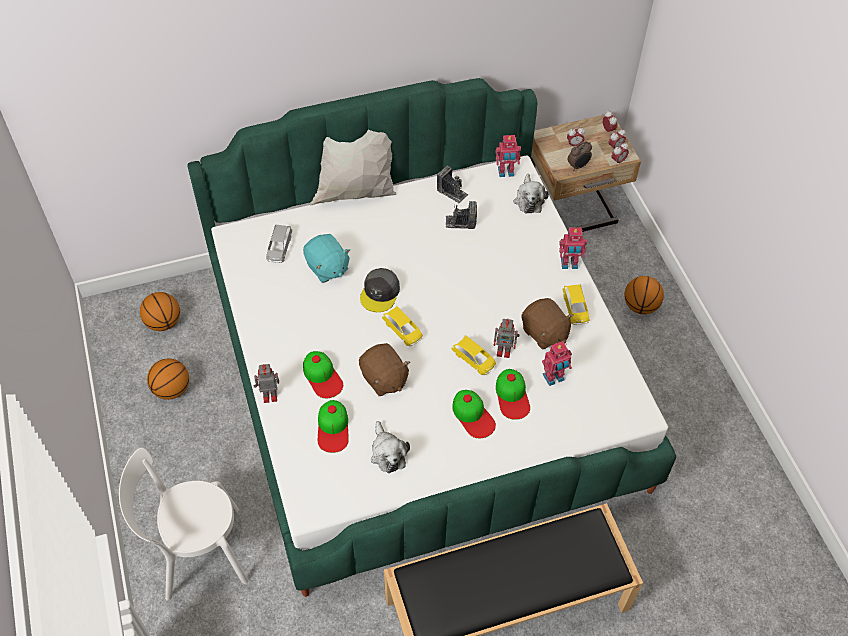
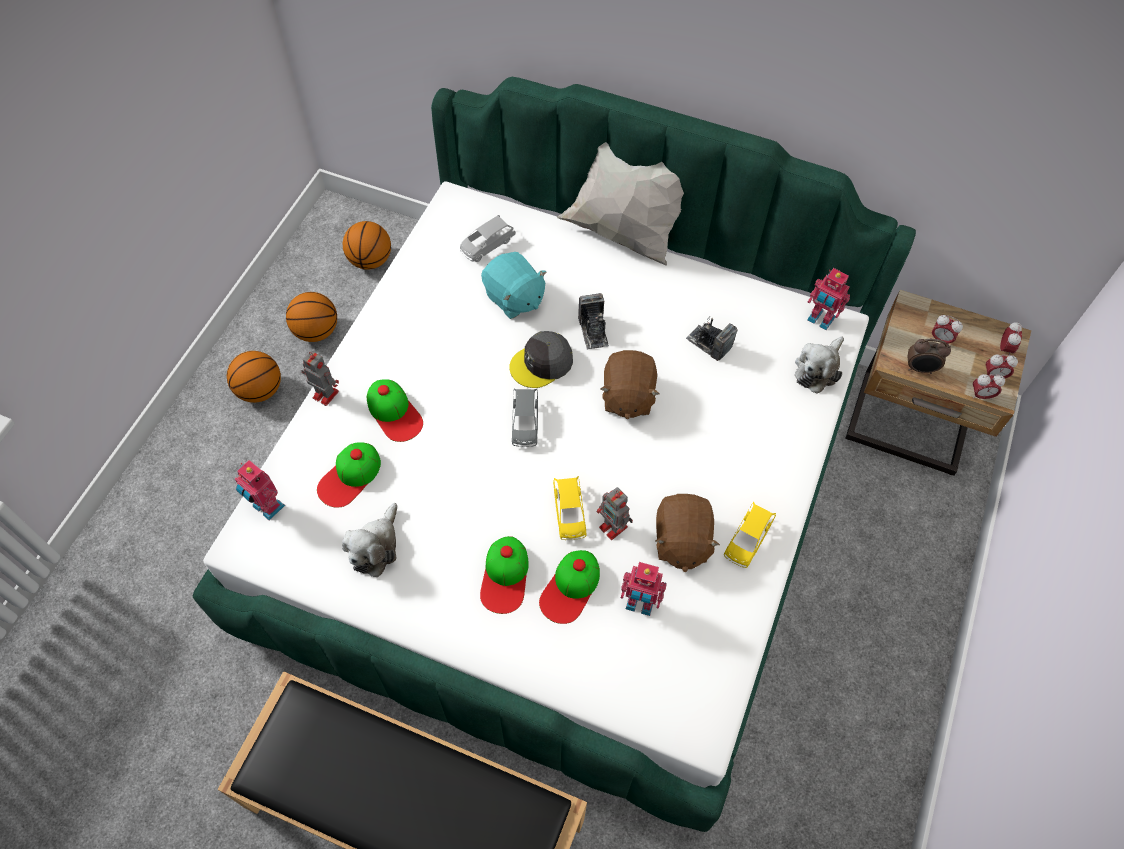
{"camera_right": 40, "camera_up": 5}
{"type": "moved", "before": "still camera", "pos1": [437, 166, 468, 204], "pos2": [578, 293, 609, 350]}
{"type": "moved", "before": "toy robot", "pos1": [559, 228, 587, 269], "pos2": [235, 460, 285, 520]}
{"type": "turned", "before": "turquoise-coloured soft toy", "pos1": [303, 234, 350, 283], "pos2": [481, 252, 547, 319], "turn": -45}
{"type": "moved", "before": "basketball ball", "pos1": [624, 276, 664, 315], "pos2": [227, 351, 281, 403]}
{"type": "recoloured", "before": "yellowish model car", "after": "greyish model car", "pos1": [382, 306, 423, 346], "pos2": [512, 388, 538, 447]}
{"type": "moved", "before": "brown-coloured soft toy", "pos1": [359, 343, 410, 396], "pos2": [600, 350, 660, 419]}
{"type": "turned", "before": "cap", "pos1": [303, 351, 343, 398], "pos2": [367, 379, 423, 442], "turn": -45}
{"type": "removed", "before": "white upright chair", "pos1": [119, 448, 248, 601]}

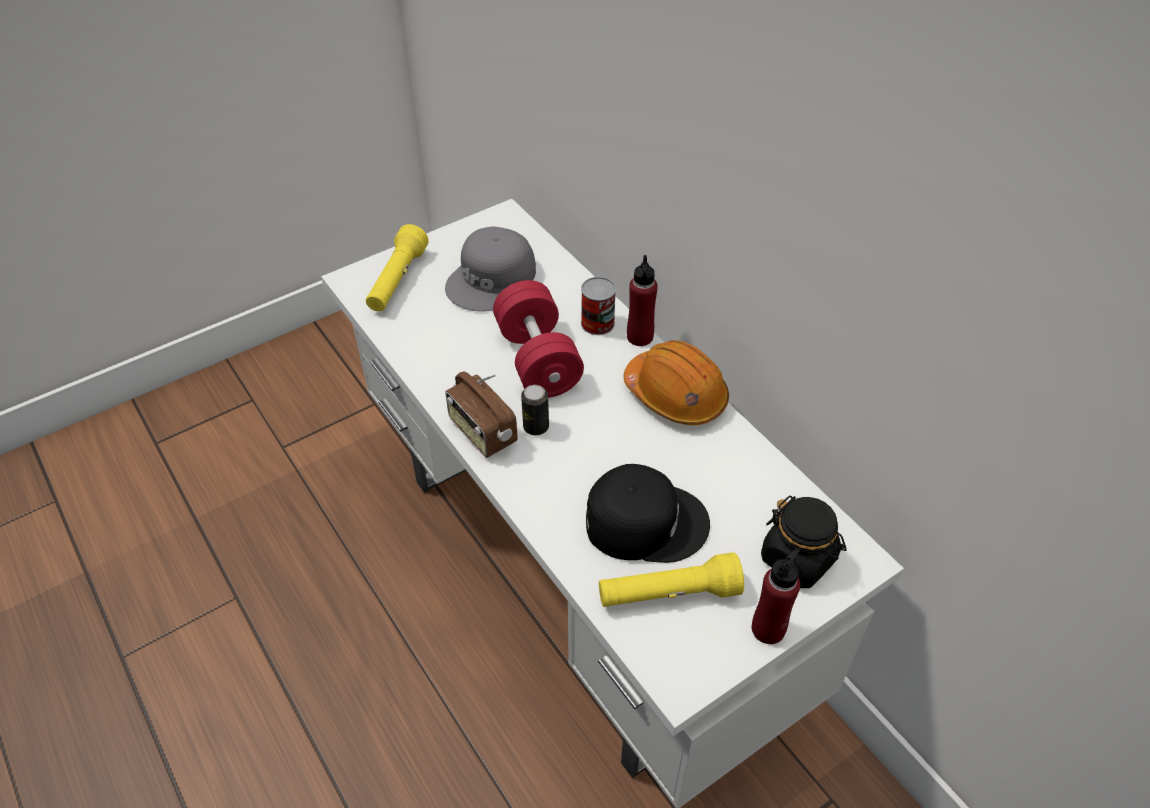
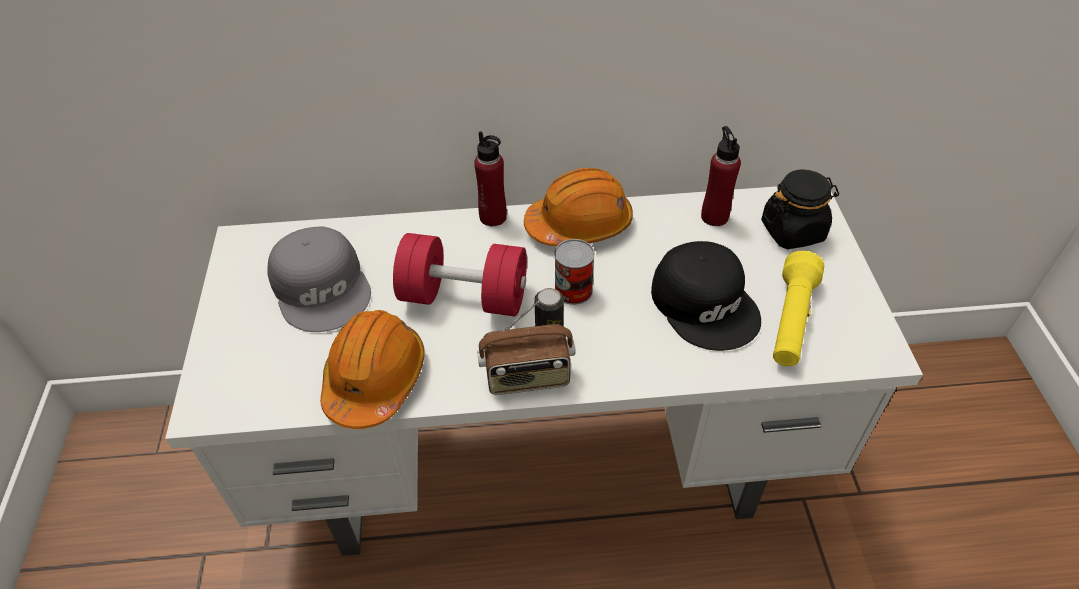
{"camera_right": -60, "camera_up": 0}
{"type": "removed", "before": "yellowish flashlight", "pos1": [366, 224, 429, 311]}
{"type": "moved", "before": "metal can", "pos1": [581, 277, 616, 335], "pos2": [555, 239, 595, 305]}
{"type": "turned", "before": "black cap", "pos1": [586, 464, 710, 563], "pos2": [651, 241, 761, 351], "turn": 120}
{"type": "moved", "before": "red-coloured beverage bottle", "pos1": [752, 548, 800, 644], "pos2": [701, 126, 741, 226]}
{"type": "added", "after": "orange-coloured hard hat", "pos2": [320, 310, 425, 429]}

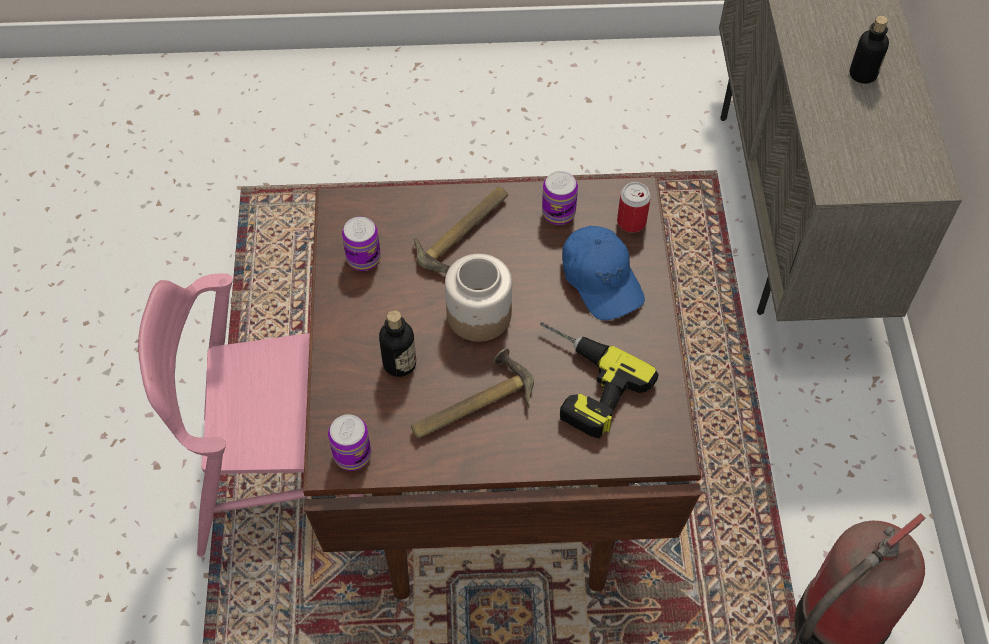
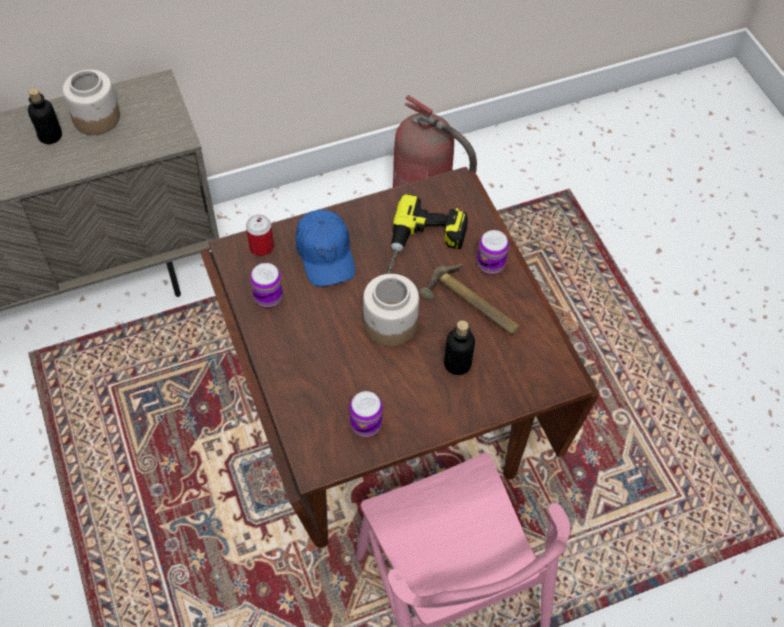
{"camera_right": -110, "camera_up": 0}
{"type": "removed", "before": "tool hammer", "pos1": [414, 187, 508, 274]}
{"type": "turned", "before": "blue cap", "pos1": [562, 226, 645, 320], "pos2": [296, 210, 355, 287], "turn": 120}
{"type": "moved", "before": "metal can", "pos1": [328, 414, 371, 471], "pos2": [477, 230, 509, 275]}
{"type": "added", "after": "storage jar", "pos2": [62, 69, 120, 135]}

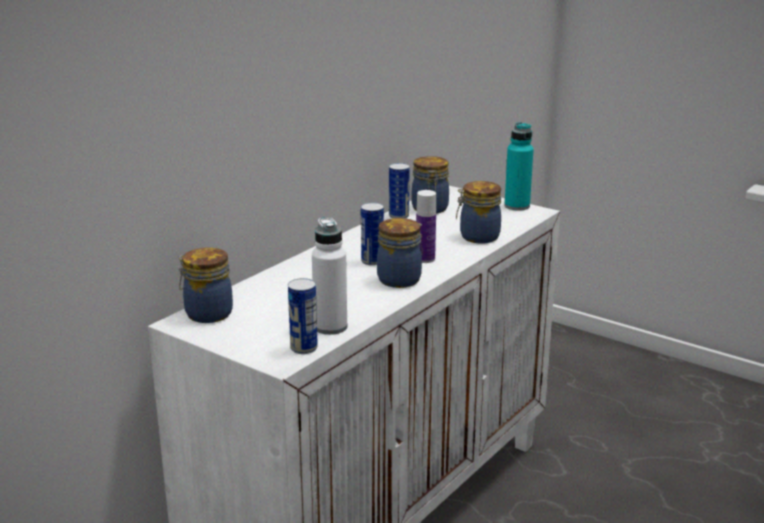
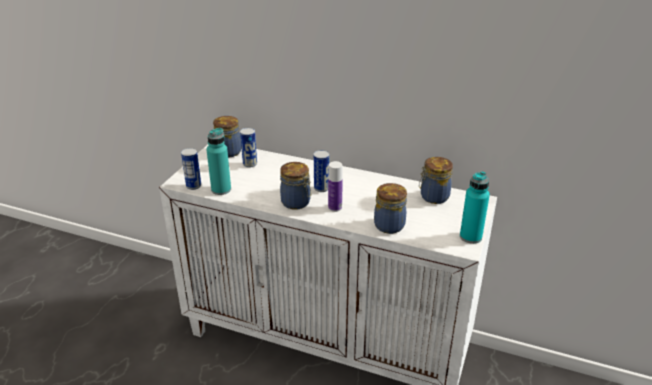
{"camera_right": 75, "camera_up": 10}
{"type": "moved", "before": "metal can", "pos1": [389, 163, 410, 218], "pos2": [240, 128, 257, 168]}
{"type": "recoloured", "before": "white beverage bottle", "after": "turquoise-coloured beverage bottle", "pos1": [312, 217, 347, 335], "pos2": [206, 128, 231, 195]}

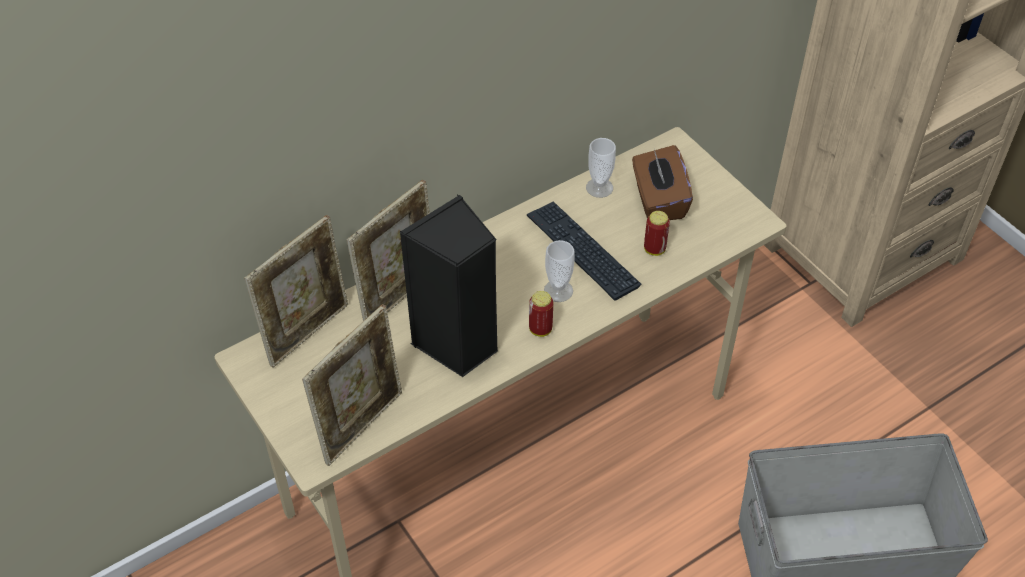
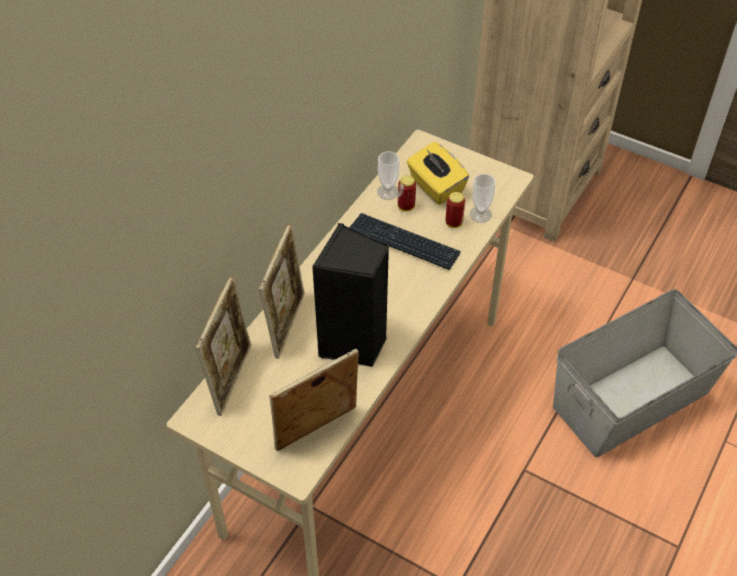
{"camera_right": -25, "camera_up": 0}
{"type": "recoloured", "before": "brown-coloured box of tissues", "after": "yellowish box of tissues", "pos1": [632, 145, 693, 220], "pos2": [406, 142, 469, 205]}
{"type": "moved", "before": "drinking cup", "pos1": [544, 240, 575, 302], "pos2": [469, 174, 496, 223]}
{"type": "moved", "before": "metal can", "pos1": [529, 291, 553, 337], "pos2": [398, 175, 416, 211]}
{"type": "turned", "before": "standing frame", "pos1": [302, 304, 402, 466], "pos2": [269, 349, 358, 451], "turn": -135}

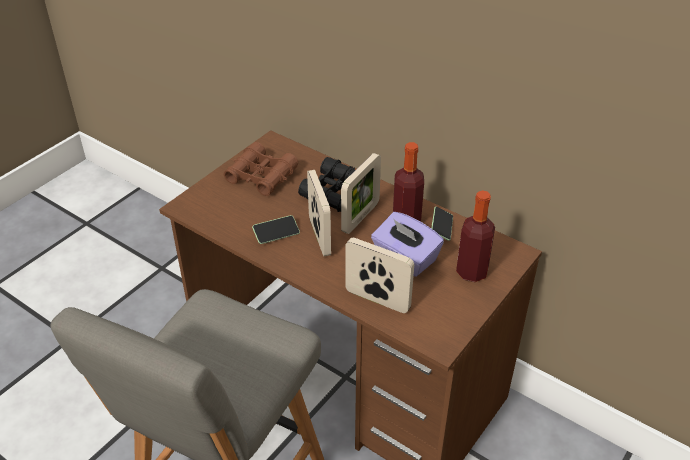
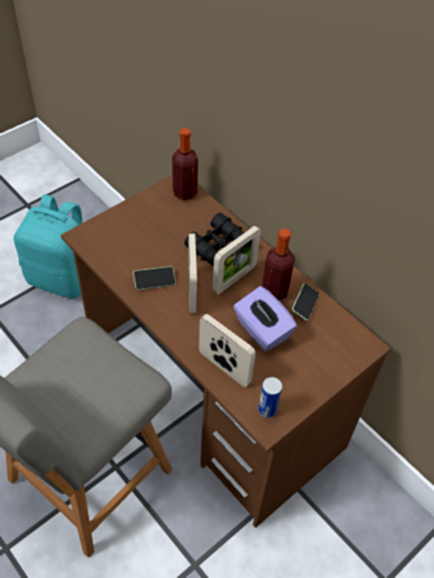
{"camera_right": 10, "camera_up": 10}
{"type": "removed", "before": "brown-coloured field glasses", "pos1": [224, 142, 298, 196]}
{"type": "moved", "before": "beverage bottle", "pos1": [456, 190, 495, 282], "pos2": [172, 128, 198, 200]}
{"type": "added", "after": "turquoise-coloured rucksack", "pos2": [14, 194, 82, 299]}
{"type": "added", "after": "metal can", "pos2": [258, 377, 282, 418]}

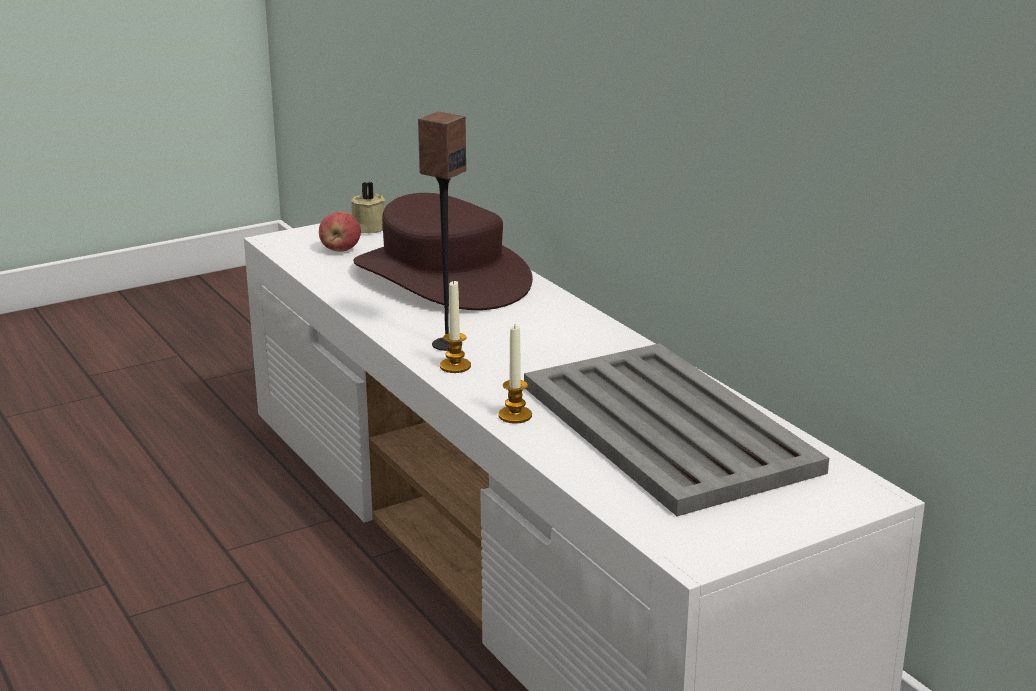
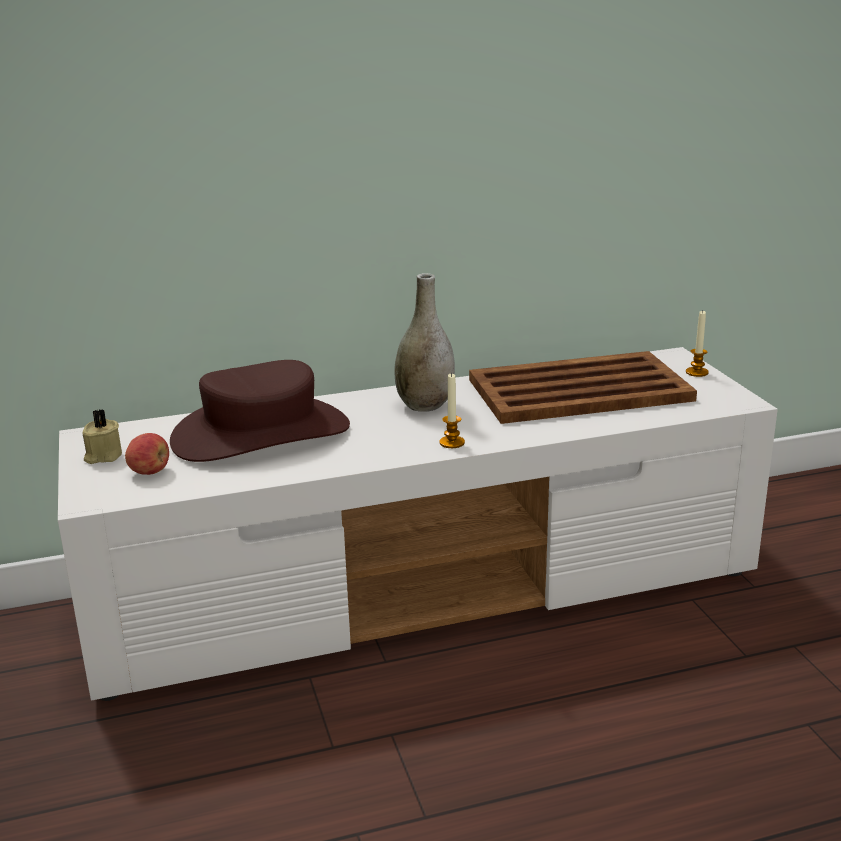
{"camera_right": -75, "camera_up": 0}
{"type": "removed", "before": "speaker", "pos1": [418, 112, 466, 351]}
{"type": "moved", "before": "candle", "pos1": [498, 326, 532, 424], "pos2": [686, 311, 709, 377]}
{"type": "recoloured", "before": "greyish carrying tray", "after": "brown-coloured carrying tray", "pos1": [524, 343, 829, 516], "pos2": [469, 351, 697, 424]}
{"type": "added", "after": "greyish flower vase", "pos2": [394, 273, 455, 412]}

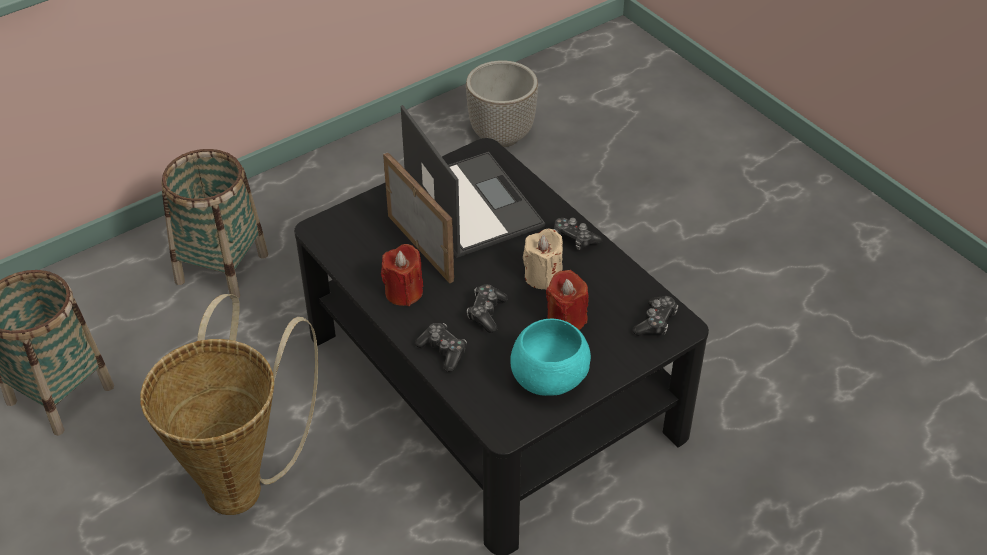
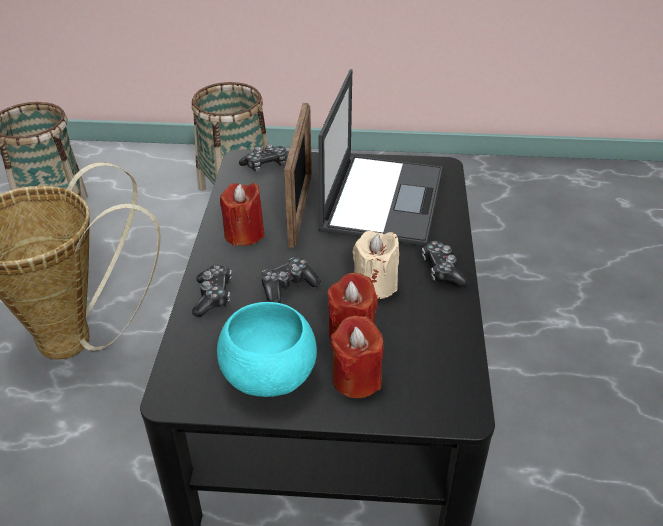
{"camera_right": 40, "camera_up": -5}
{"type": "removed", "before": "planter", "pos1": [466, 60, 538, 147]}
{"type": "moved", "before": "gamepad", "pos1": [632, 296, 678, 336], "pos2": [239, 144, 287, 172]}
{"type": "added", "after": "red-coloured candle", "pos2": [330, 315, 383, 398]}

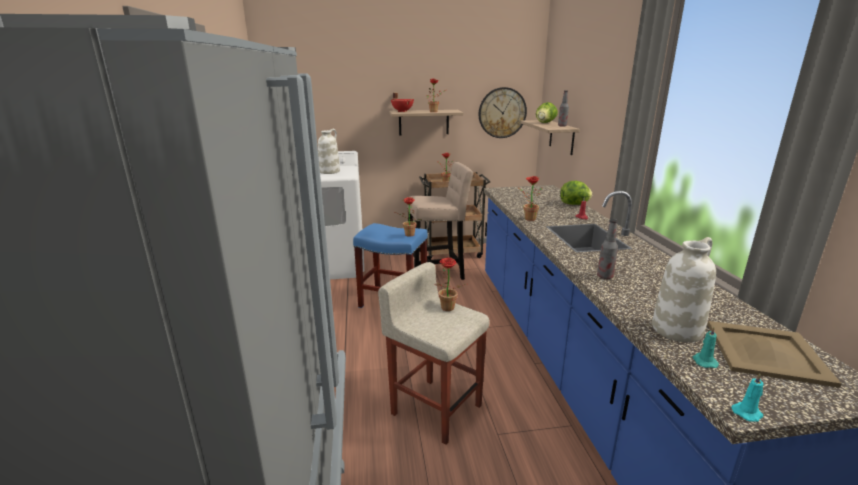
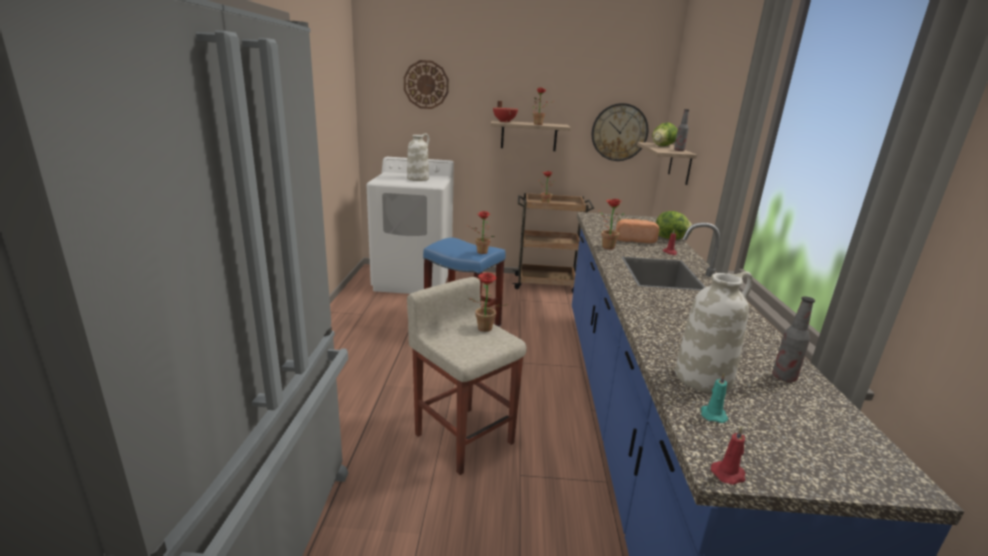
{"camera_right": 10, "camera_up": 0}
{"type": "removed", "before": "beige sitting stool", "pos1": [408, 162, 473, 280]}
{"type": "moved", "before": "beverage bottle", "pos1": [597, 219, 618, 279], "pos2": [772, 296, 815, 382]}
{"type": "removed", "before": "beige carrying tray", "pos1": [707, 321, 842, 388]}
{"type": "recoloured", "before": "turquoise-coloured candle", "after": "red-coloured candle", "pos1": [731, 373, 764, 422], "pos2": [711, 427, 745, 485]}
{"type": "added", "after": "hanging clock", "pos2": [404, 60, 449, 109]}
{"type": "added", "after": "baked bread", "pos2": [616, 219, 659, 243]}

